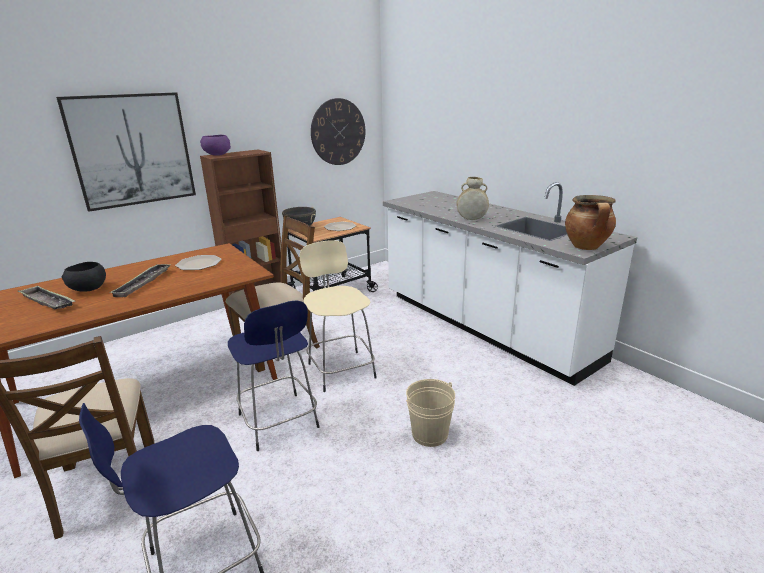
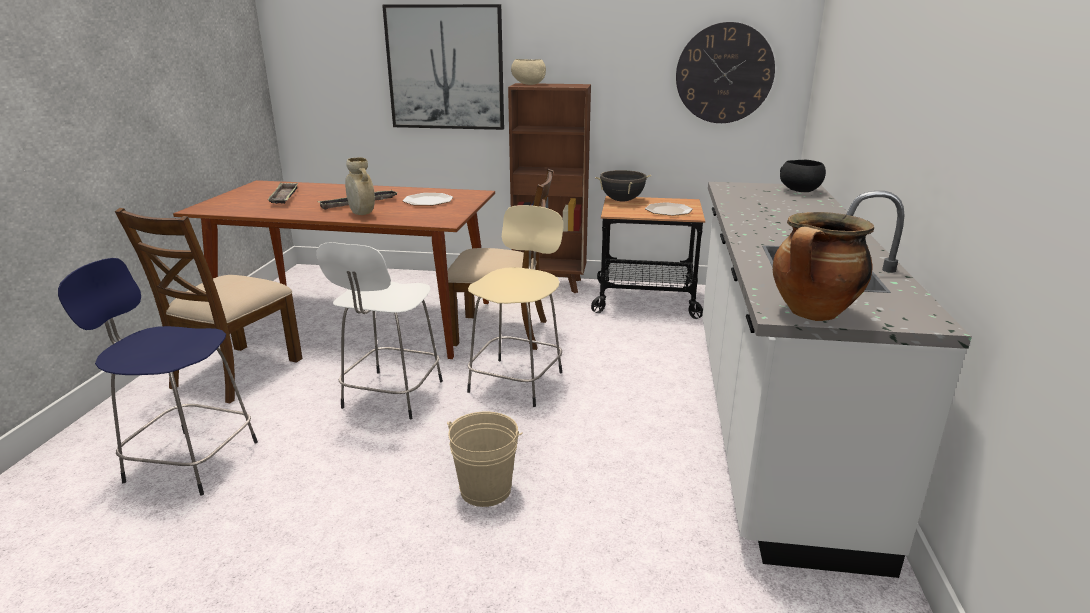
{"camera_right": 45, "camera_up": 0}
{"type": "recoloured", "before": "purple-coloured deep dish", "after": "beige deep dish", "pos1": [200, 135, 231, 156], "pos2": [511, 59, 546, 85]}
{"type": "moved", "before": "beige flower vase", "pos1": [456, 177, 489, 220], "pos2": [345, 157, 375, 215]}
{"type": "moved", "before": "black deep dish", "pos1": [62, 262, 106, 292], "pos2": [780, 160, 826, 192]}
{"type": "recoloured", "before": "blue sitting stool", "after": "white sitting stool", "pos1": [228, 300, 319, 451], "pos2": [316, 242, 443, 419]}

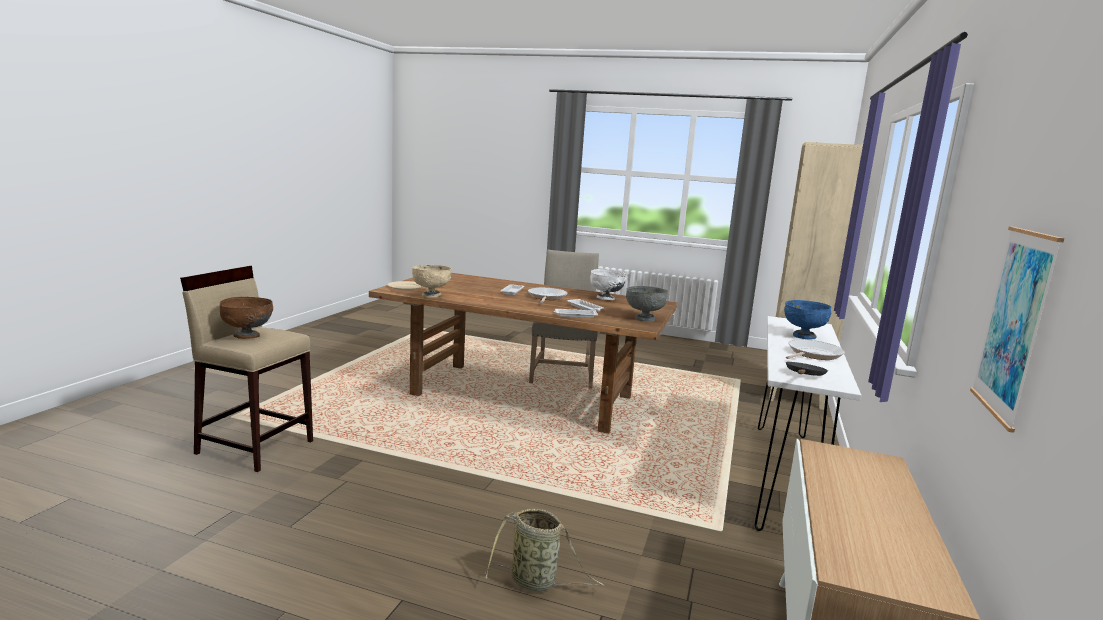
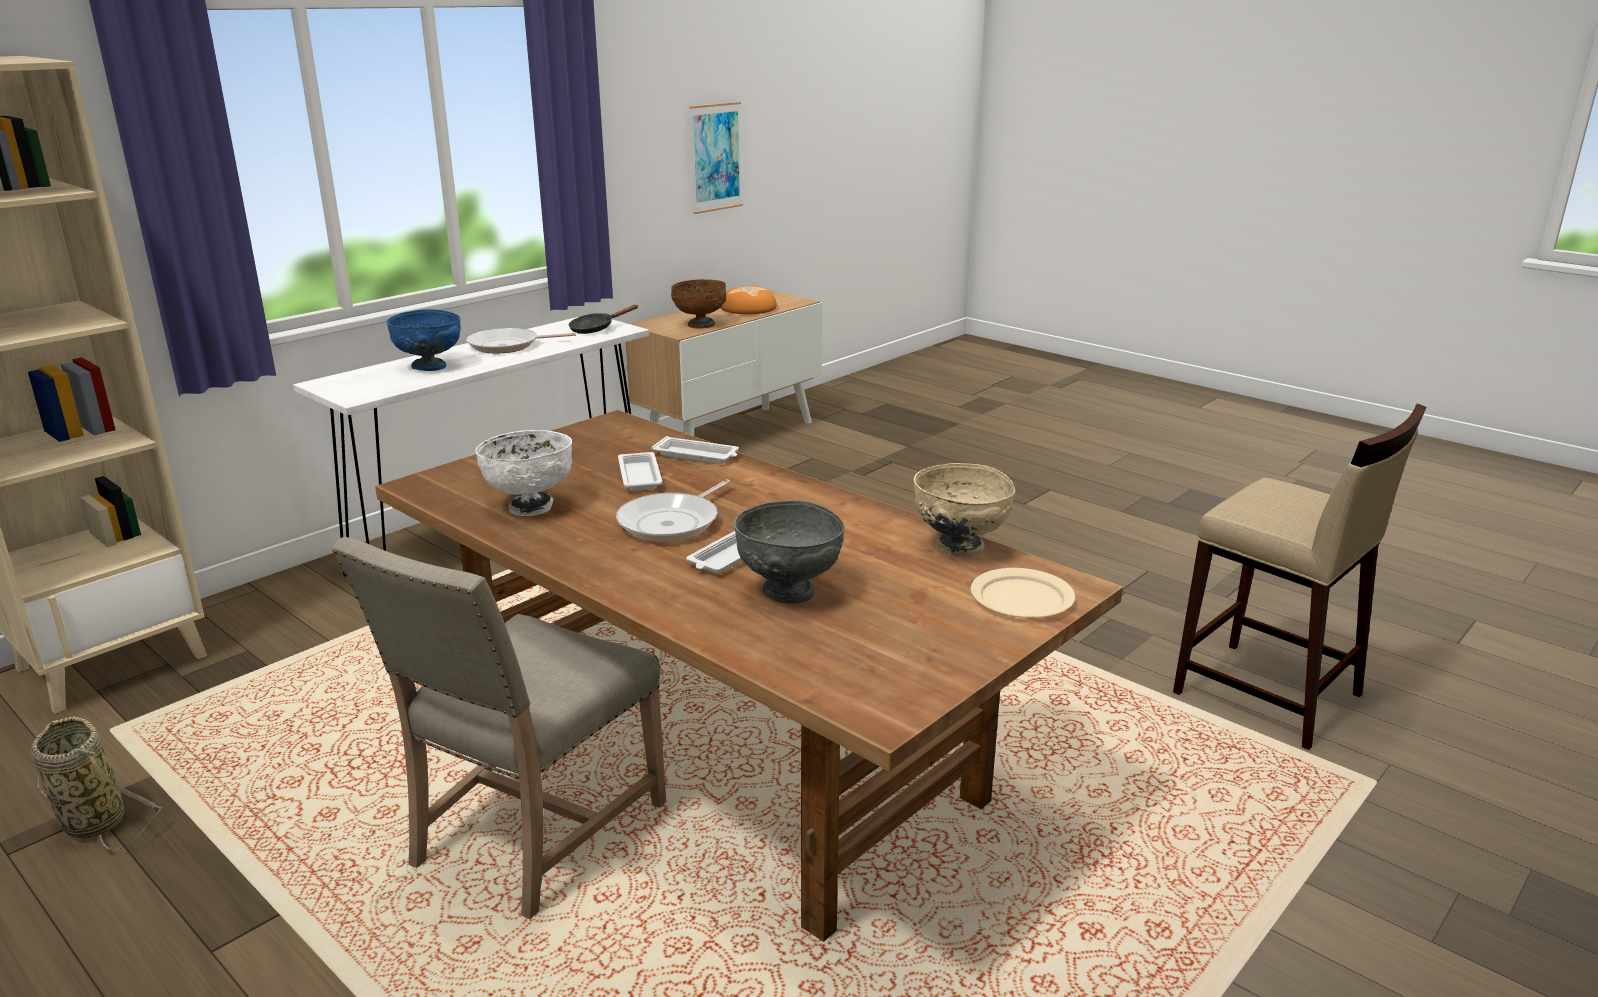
{"camera_right": -155, "camera_up": 10}
{"type": "moved", "before": "greyish deep dish", "pos1": [626, 286, 668, 322], "pos2": [734, 500, 845, 604]}
{"type": "moved", "before": "brown-coloured deep dish", "pos1": [220, 297, 273, 339], "pos2": [671, 279, 726, 329]}
{"type": "moved", "before": "basket", "pos1": [485, 509, 604, 592], "pos2": [31, 716, 163, 850]}
{"type": "added", "after": "baked bread", "pos2": [720, 286, 777, 314]}

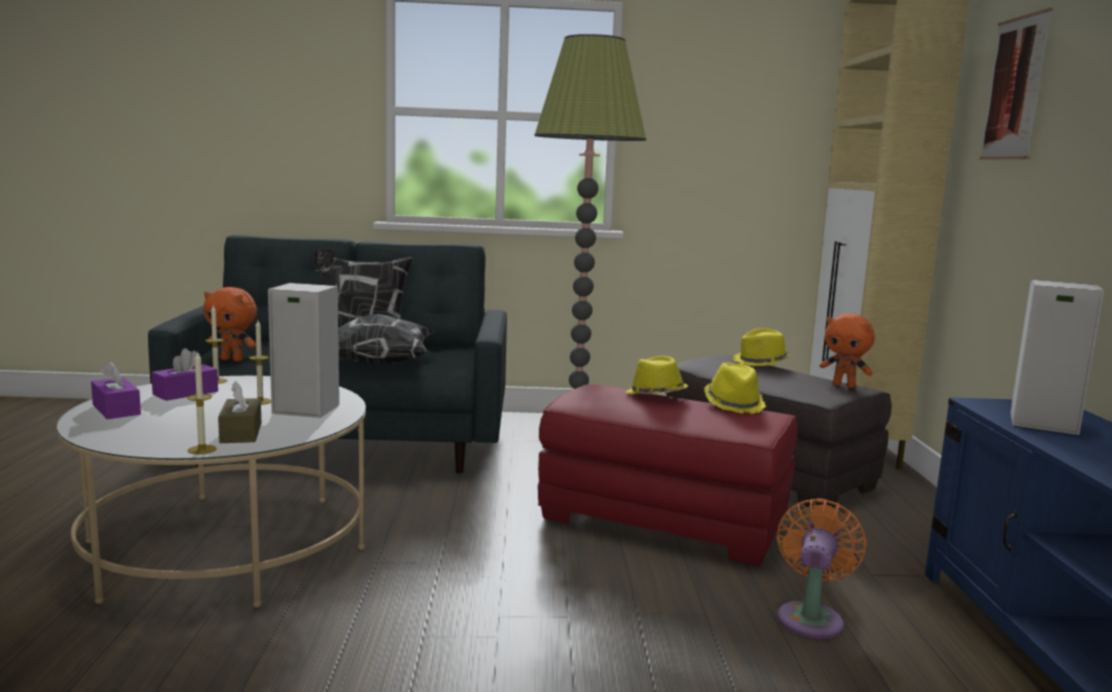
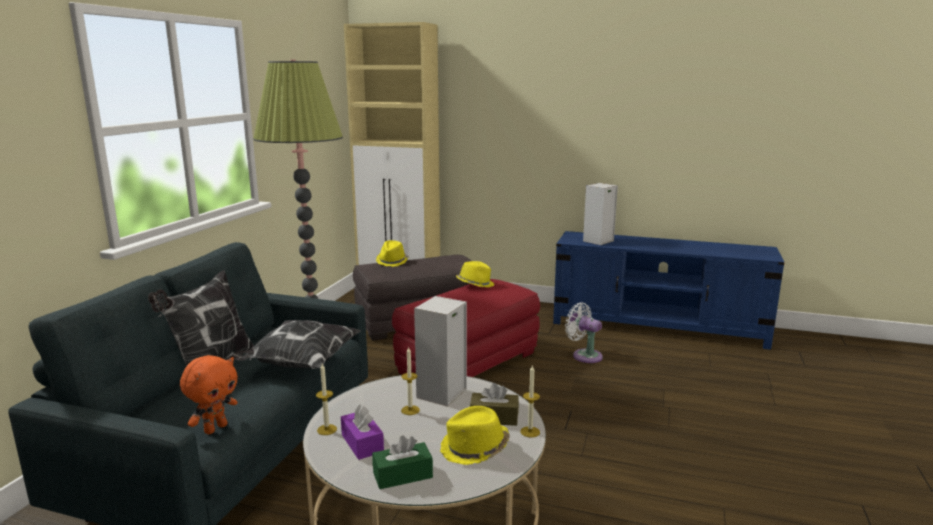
{"camera_right": -70, "camera_up": 5}
{"type": "removed", "before": "picture", "pos1": [979, 8, 1053, 160]}
{"type": "removed", "before": "orange-coloured soft toy", "pos1": [820, 314, 875, 388]}
{"type": "moved", "before": "yellowish wearable hat", "pos1": [626, 356, 688, 394], "pos2": [440, 406, 510, 465]}
{"type": "recoloured", "before": "purple-coloured box of tissues", "after": "green-coloured box of tissues", "pos1": [91, 361, 141, 419], "pos2": [372, 435, 433, 489]}
{"type": "recoloured", "before": "orange-coloured cooling fan", "after": "white cooling fan", "pos1": [777, 498, 867, 639], "pos2": [565, 303, 603, 363]}

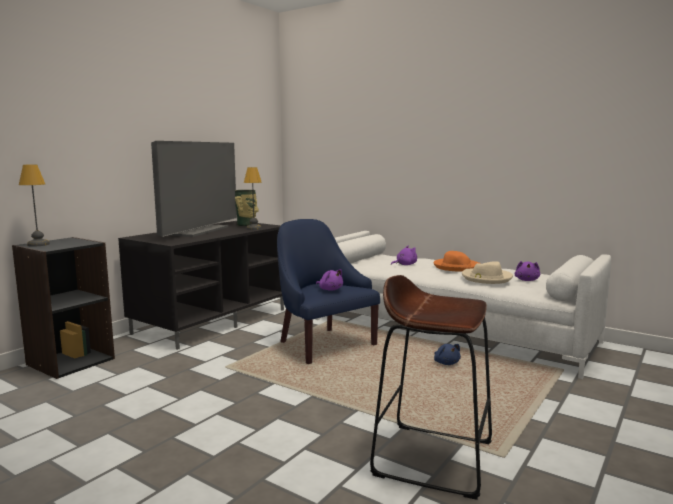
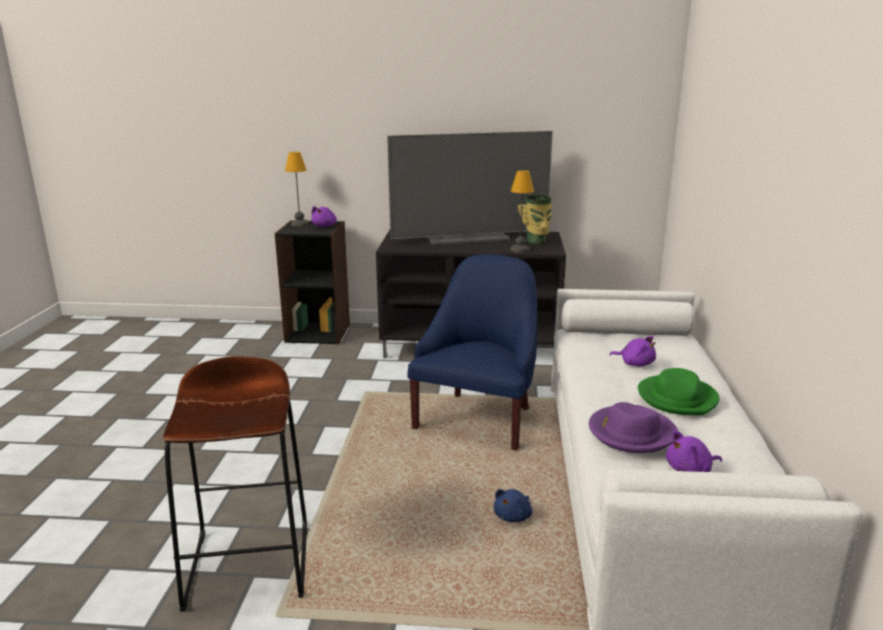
{"camera_right": 60, "camera_up": 10}
{"type": "recoloured", "before": "orange-coloured wearable hat", "after": "green-coloured wearable hat", "pos1": [433, 251, 481, 272], "pos2": [638, 368, 719, 415]}
{"type": "recoloured", "before": "beige wearable hat", "after": "purple-coloured wearable hat", "pos1": [462, 261, 513, 284], "pos2": [589, 402, 678, 453]}
{"type": "moved", "before": "purple-coloured soft toy", "pos1": [316, 269, 343, 291], "pos2": [312, 206, 337, 227]}

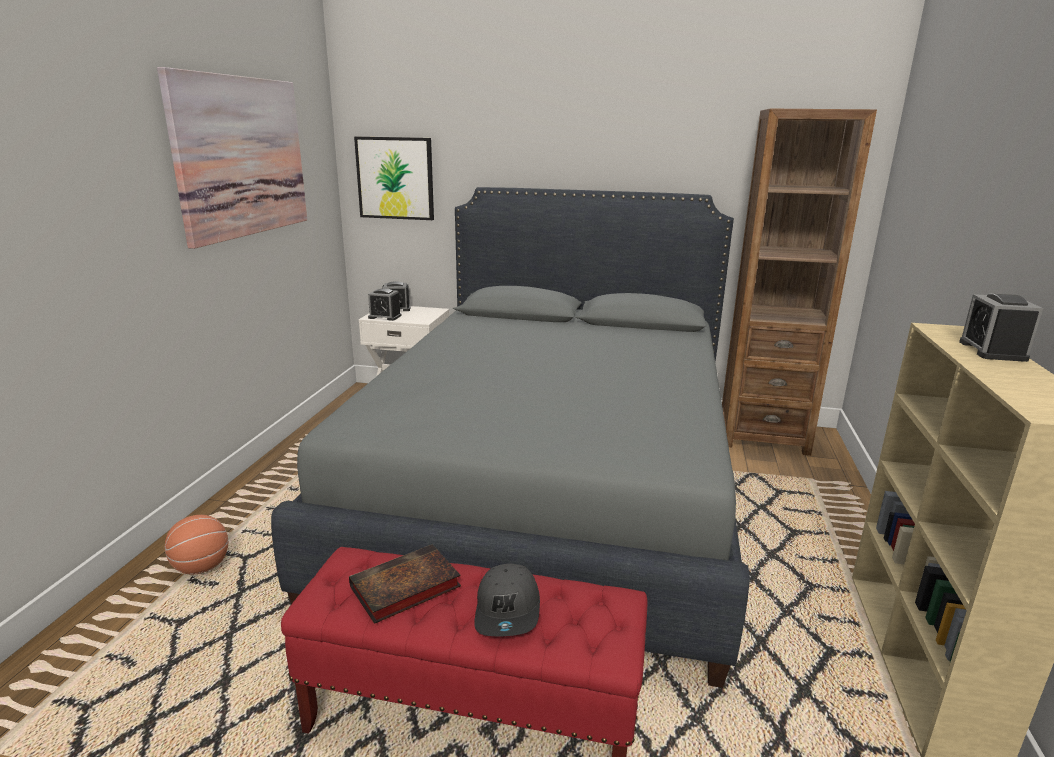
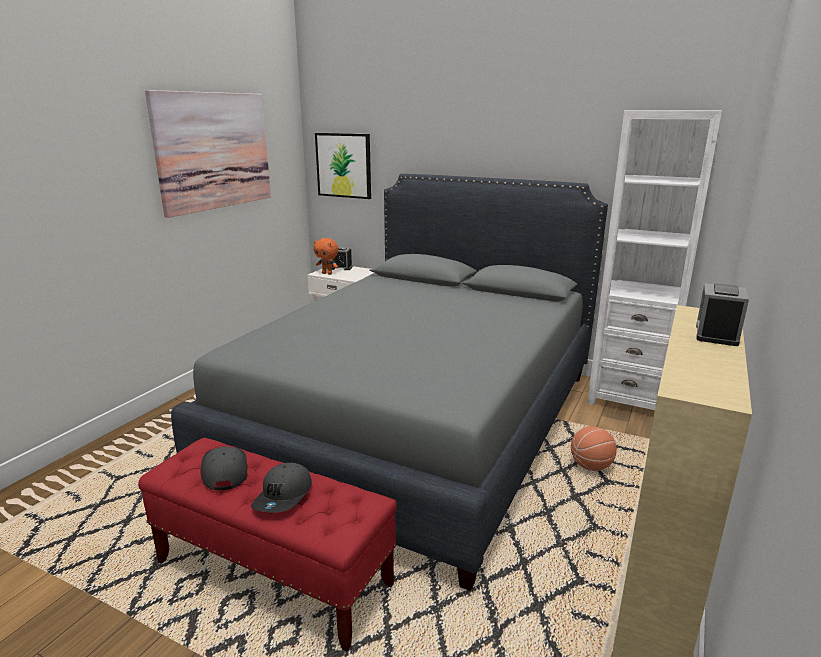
{"camera_right": 15, "camera_up": 0}
{"type": "recoloured", "before": "brown-coloured bookshelf", "after": "white bookshelf", "pos1": [722, 109, 877, 456], "pos2": [587, 110, 722, 410]}
{"type": "replaced", "before": "table clock", "after": "orange-coloured soft toy", "pos1": [368, 288, 402, 321], "pos2": [314, 238, 339, 275]}
{"type": "moved", "before": "basketball ball", "pos1": [165, 515, 228, 574], "pos2": [571, 426, 617, 471]}
{"type": "replaced", "before": "volume", "after": "greyish cap", "pos1": [349, 544, 461, 624], "pos2": [201, 446, 247, 490]}

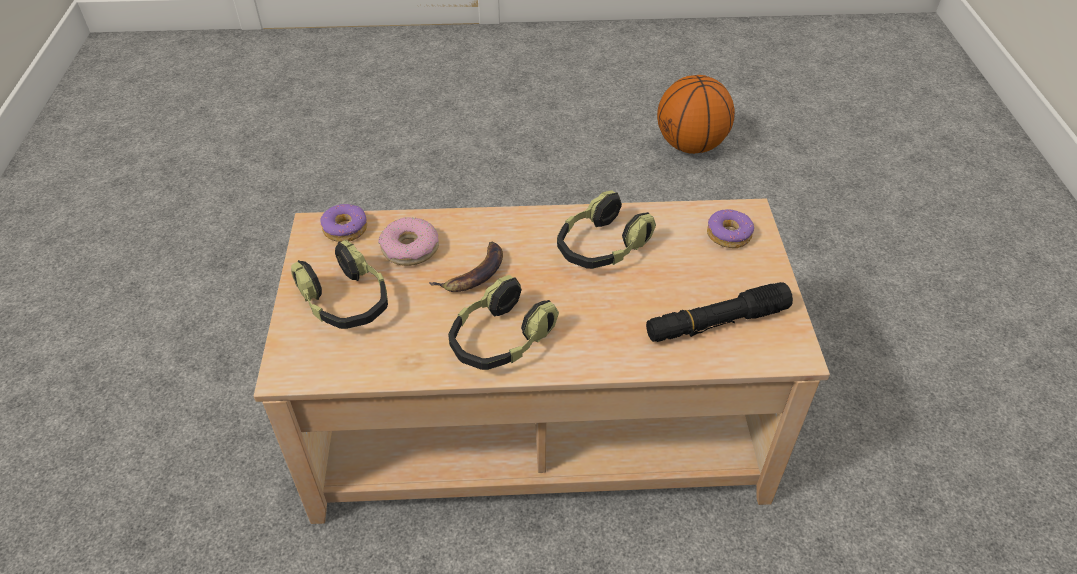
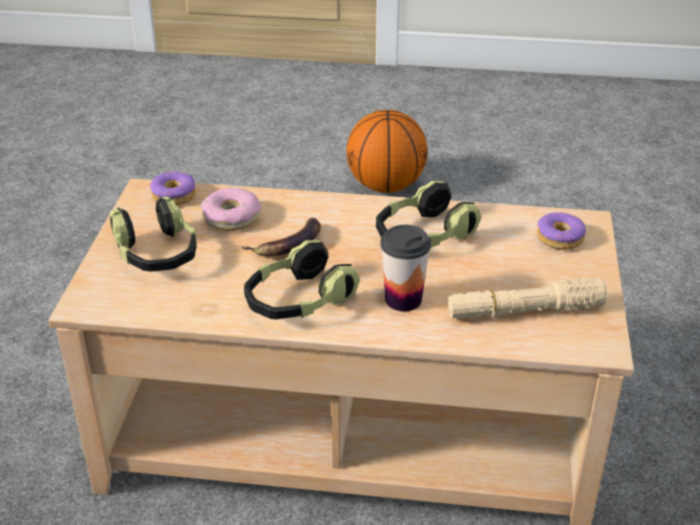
{"camera_right": 10, "camera_up": -10}
{"type": "moved", "before": "basketball ball", "pos1": [657, 75, 735, 154], "pos2": [347, 110, 428, 193]}
{"type": "recoloured", "before": "black flashlight", "after": "beige flashlight", "pos1": [646, 282, 793, 342], "pos2": [448, 277, 607, 319]}
{"type": "added", "after": "drinking cup", "pos2": [380, 225, 431, 311]}

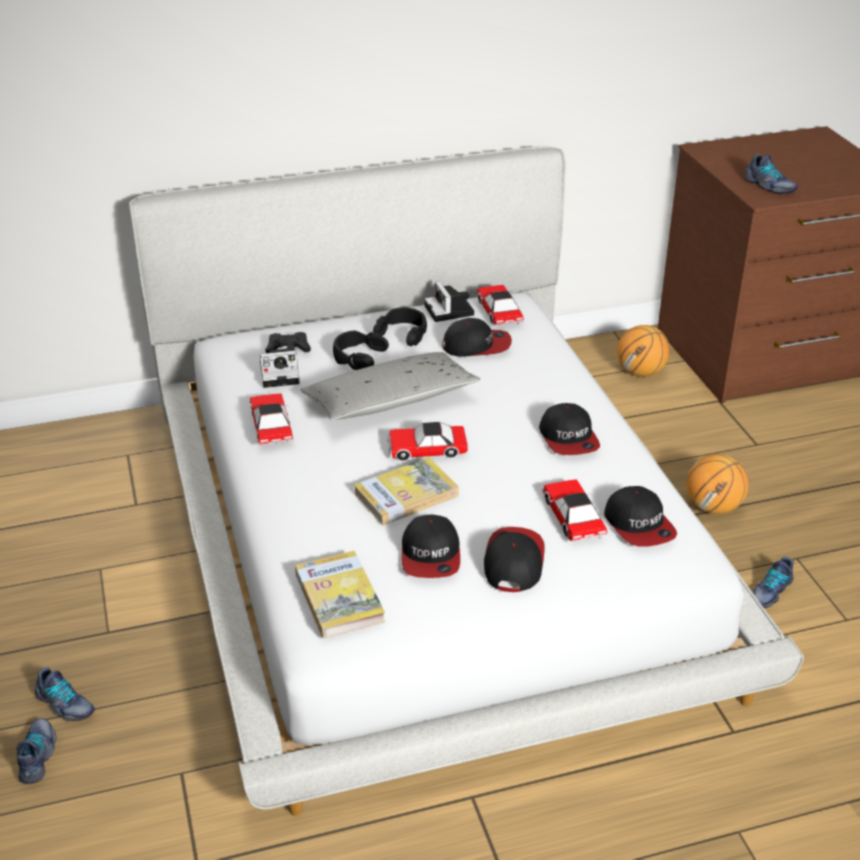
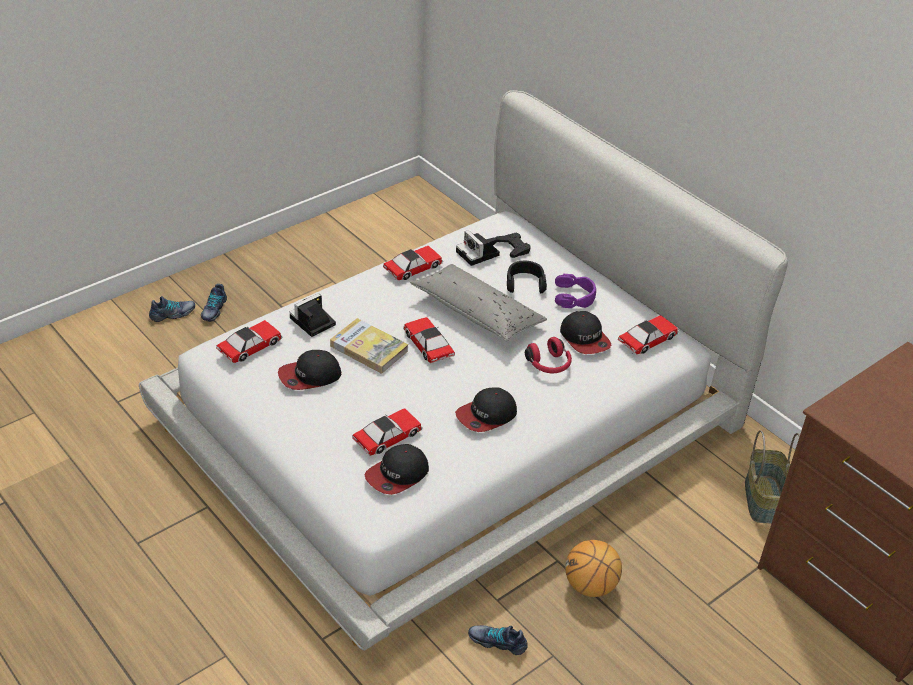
{"camera_right": 65, "camera_up": 5}
{"type": "removed", "before": "low shoe", "pos1": [744, 154, 798, 195]}
{"type": "moved", "before": "still camera", "pos1": [425, 281, 474, 322], "pos2": [289, 293, 336, 337]}
{"type": "recoloured", "before": "black headphones", "after": "purple-coloured headphones", "pos1": [373, 307, 427, 346], "pos2": [555, 274, 596, 308]}
{"type": "replaced", "before": "basketball ball", "after": "basket", "pos1": [617, 325, 670, 377], "pos2": [745, 430, 800, 524]}
{"type": "removed", "before": "cap", "pos1": [484, 527, 545, 592]}
{"type": "replaced", "before": "volume", "after": "model car", "pos1": [295, 551, 385, 638], "pos2": [216, 320, 282, 363]}
{"type": "added", "after": "red-coloured headphones", "pos2": [525, 337, 572, 373]}

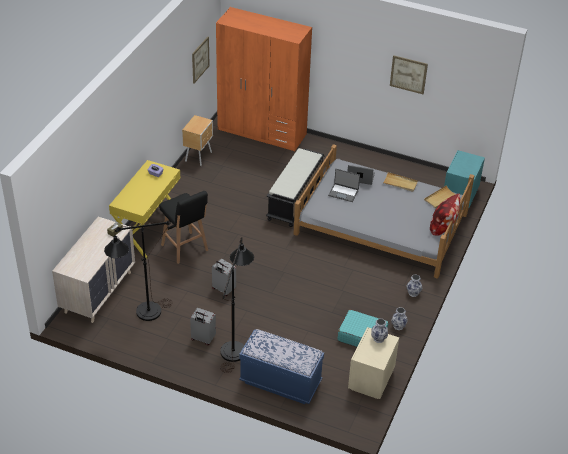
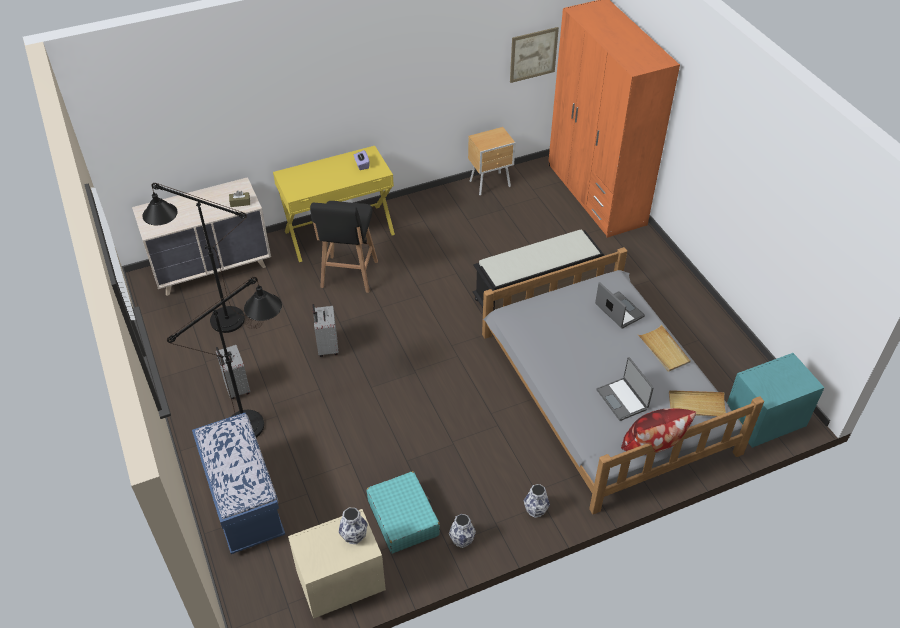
{"camera_right": 45, "camera_up": 5}
{"type": "removed", "before": "picture", "pos1": [390, 55, 428, 94]}
{"type": "moved", "before": "notebook computer", "pos1": [328, 169, 360, 202], "pos2": [597, 357, 654, 421]}

